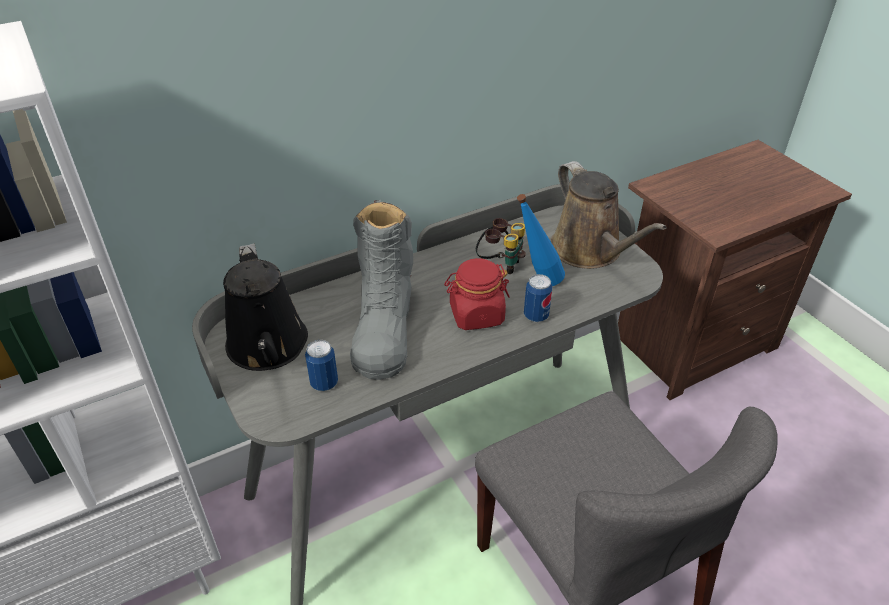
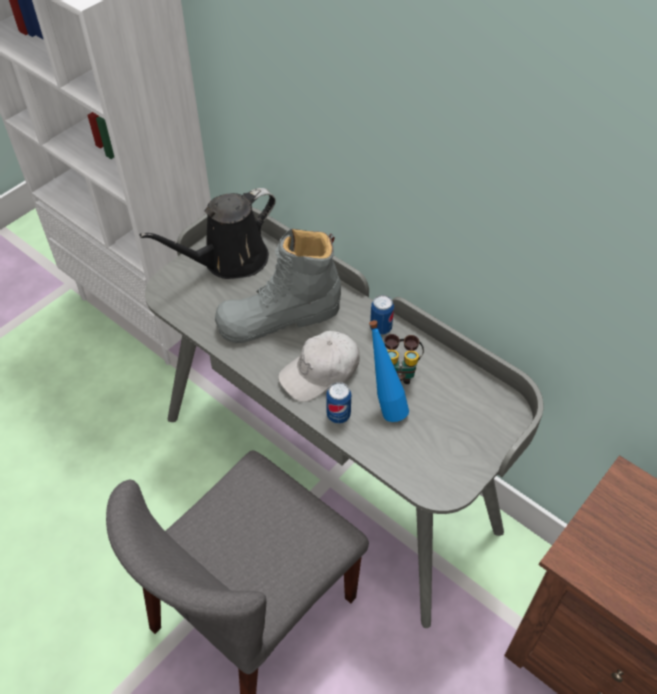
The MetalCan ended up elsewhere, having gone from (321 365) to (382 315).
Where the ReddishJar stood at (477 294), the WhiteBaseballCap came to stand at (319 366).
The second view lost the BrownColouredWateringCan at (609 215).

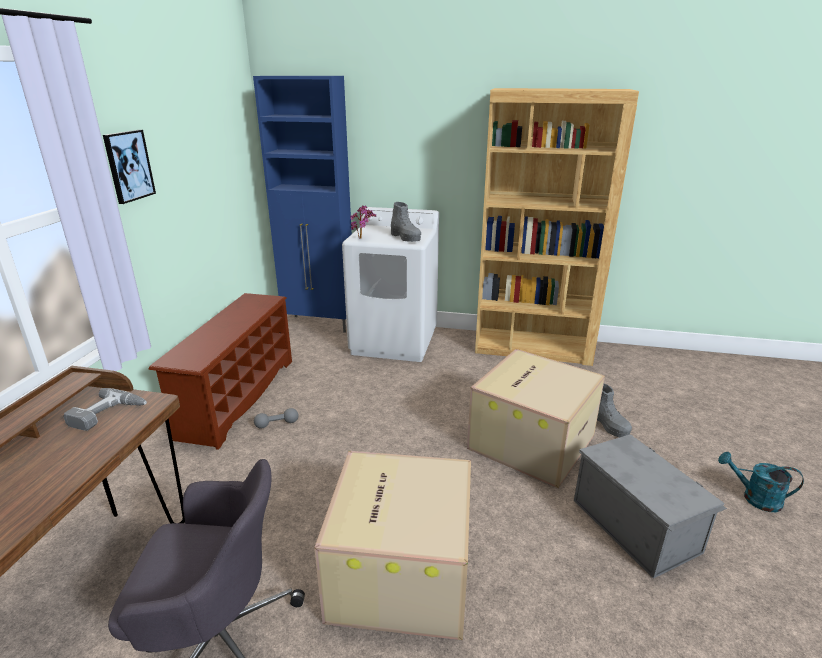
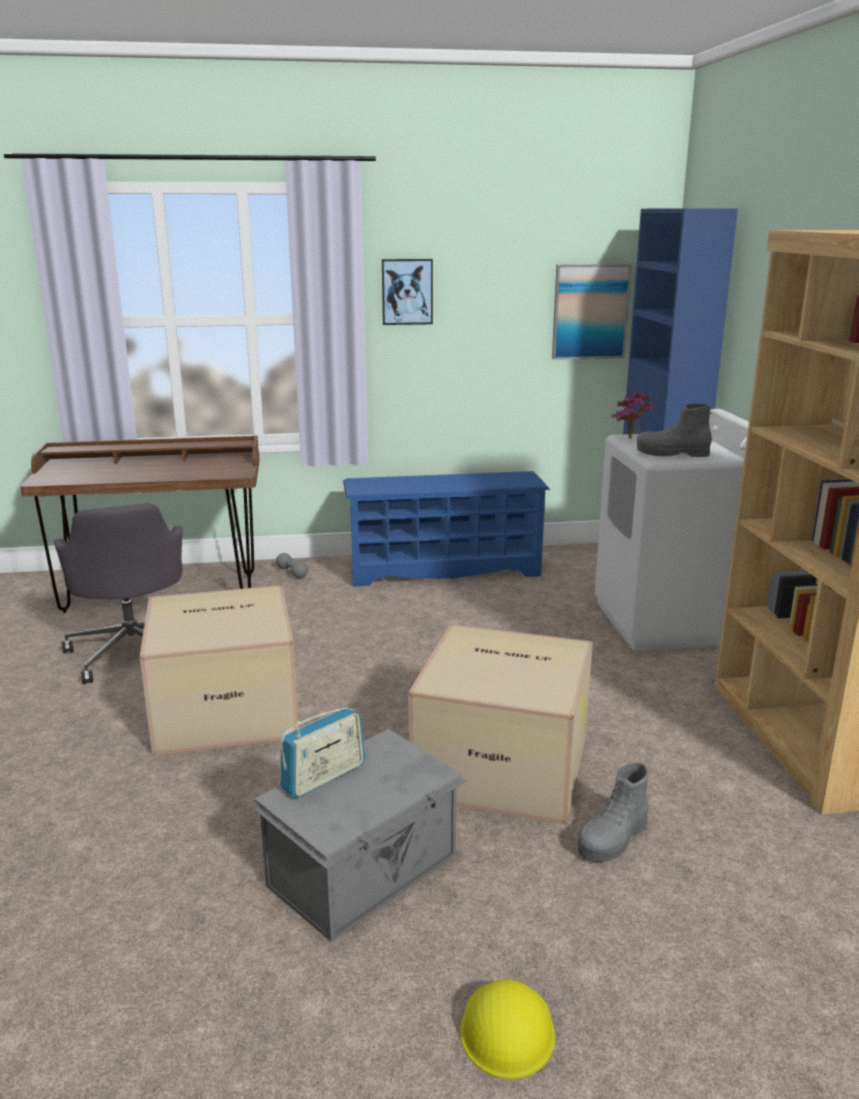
The second view lost the ElectricDrill at (105 409).
What was the BrownColouredShoeShelf at (220 371) turned into the BlueShoeShelf at (446 529).
The GreyishHandWeight ended up elsewhere, having gone from (276 418) to (292 565).
The GreyishBoot at (406 222) ended up facing another way, 60 degrees clockwise from before.
Where the BlueGreenWateringCan stood at (761 482), the YellowHardHat came to stand at (508 1029).
The second view gained the RadioSet at (322 752).
The second view gained the WallArt at (592 312).

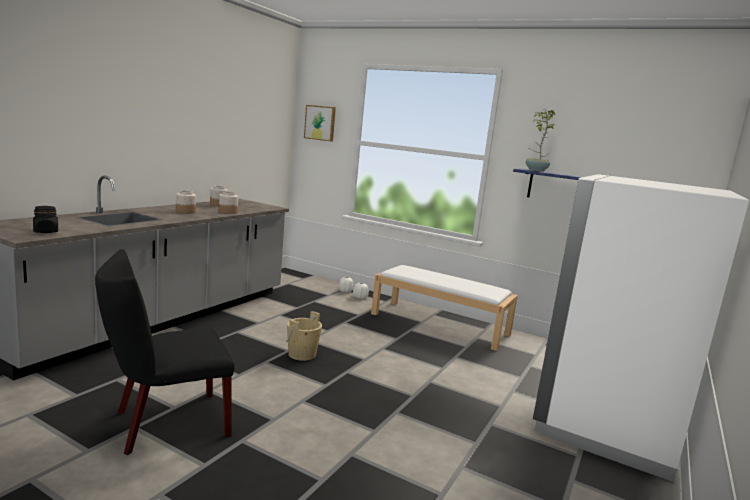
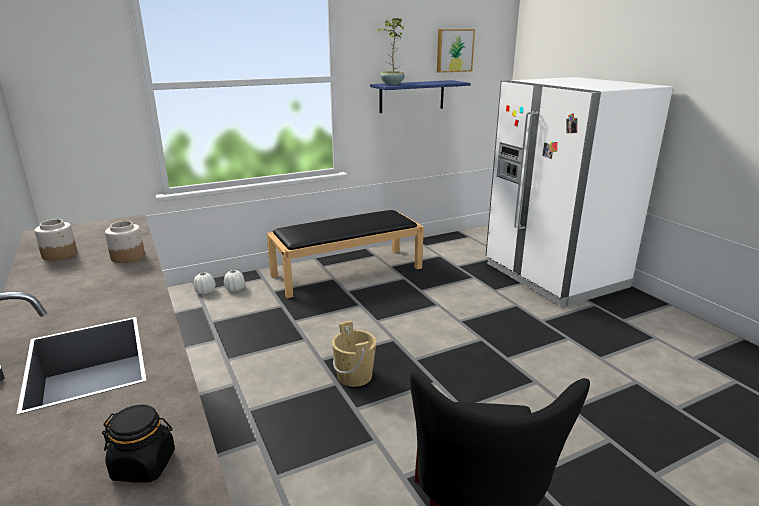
The second view lost the Jar at (186 202).
The WallArt ended up elsewhere, having gone from (320 123) to (456 51).
What was the WhiteIndoorBench at (444 308) turned into the BlackIndoorBench at (345 254).

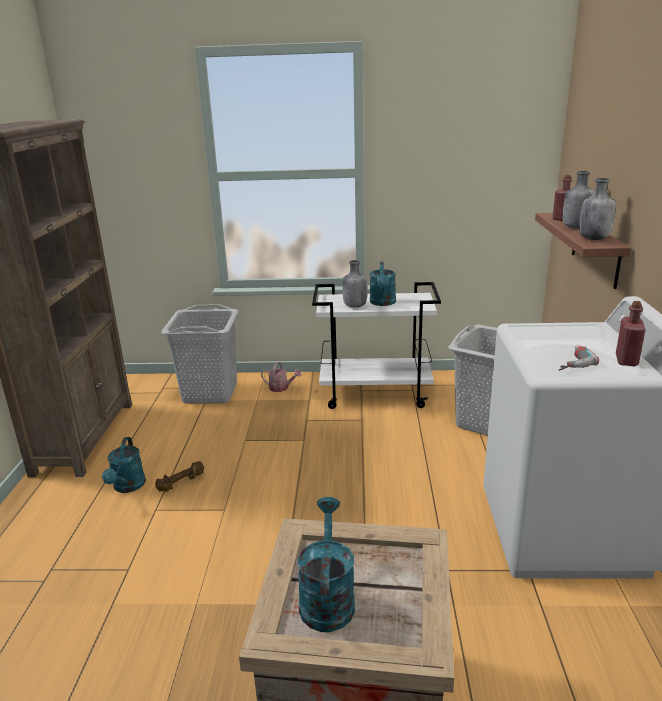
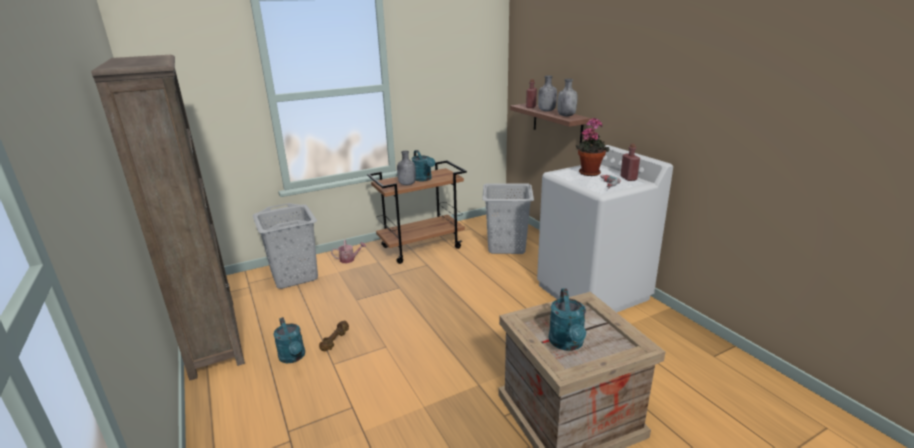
The BlueGreenWateringCan at (326 564) ended up facing another way, 150 degrees counterclockwise from before.
What was the WhiteTrolley at (376 345) turned into the BrownColouredTrolley at (417 212).
The second view gained the PottedPlant at (592 147).

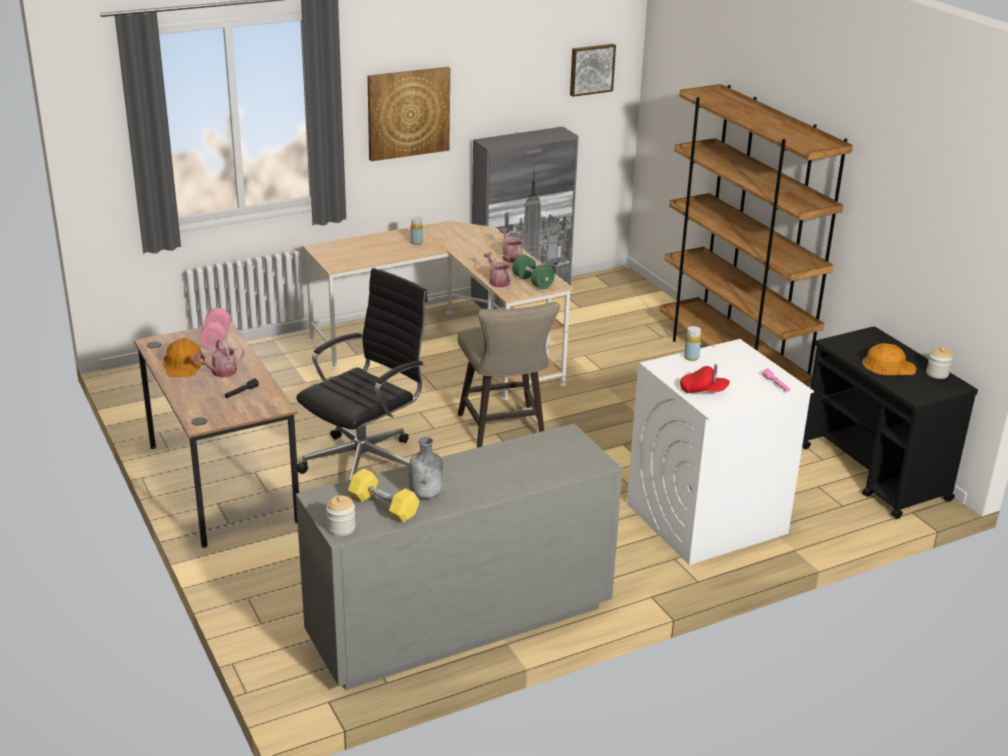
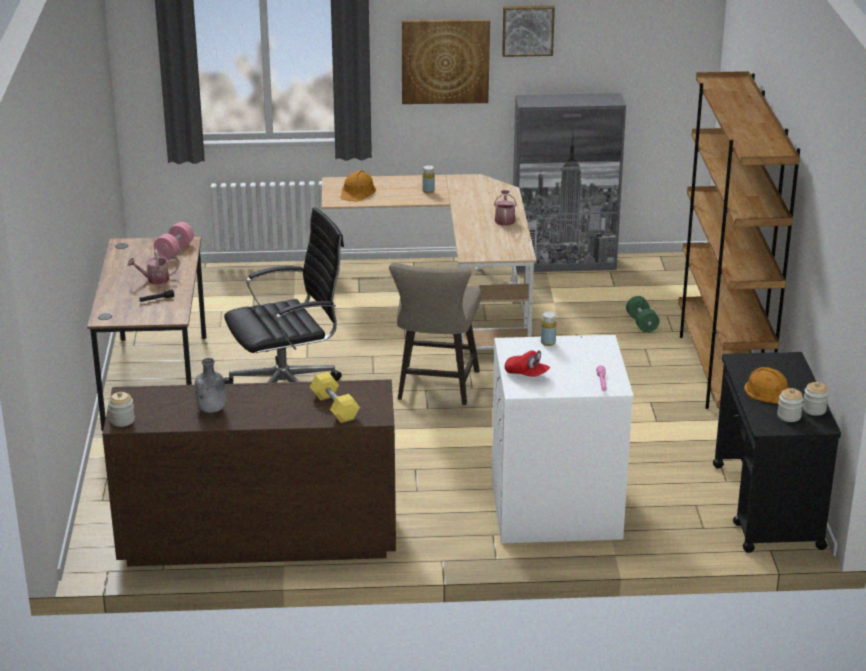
The OrangeHardHat ended up elsewhere, having gone from (184 357) to (358 186).
What was the GreyishDresser at (459 556) turned into the BrownColouredDresser at (249 472).
The YellowHandWeight ended up elsewhere, having gone from (384 496) to (335 397).
The second view lost the WateringCan at (498 270).
The GreenHandWeight ended up elsewhere, having gone from (533 272) to (643 314).
The WallArt ended up elsewhere, having gone from (593 70) to (528 31).
The second view gained the Jar at (790 405).

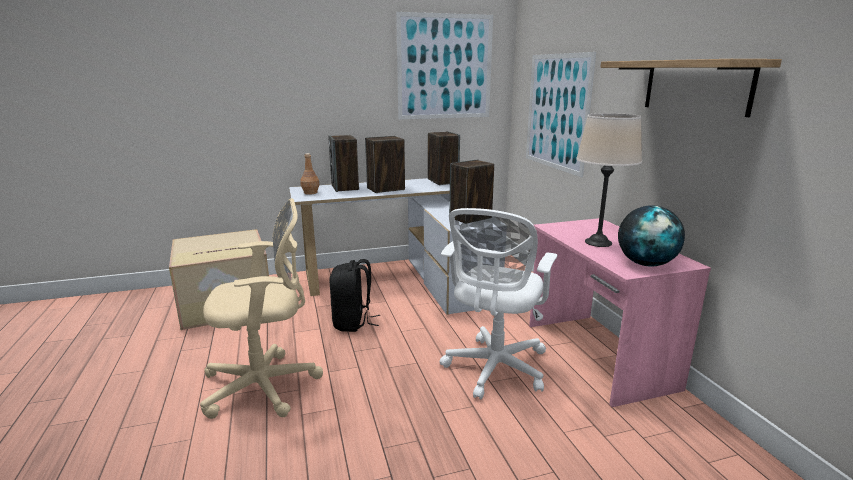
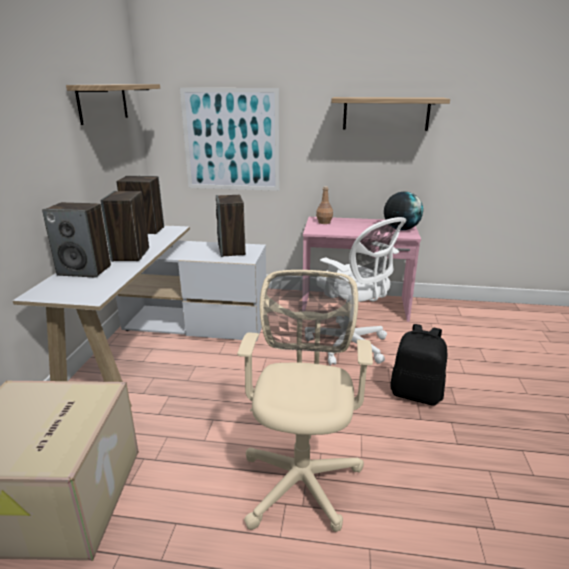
The BrownColouredDrinkBottle ended up elsewhere, having gone from (310 174) to (324 205).
The BlackBackpack ended up elsewhere, having gone from (354 295) to (419 365).
Where the WallArt hung at (444 66), the BracketShelf came to hang at (113 104).
The second view lost the BeigeColouredTableLamp at (609 180).

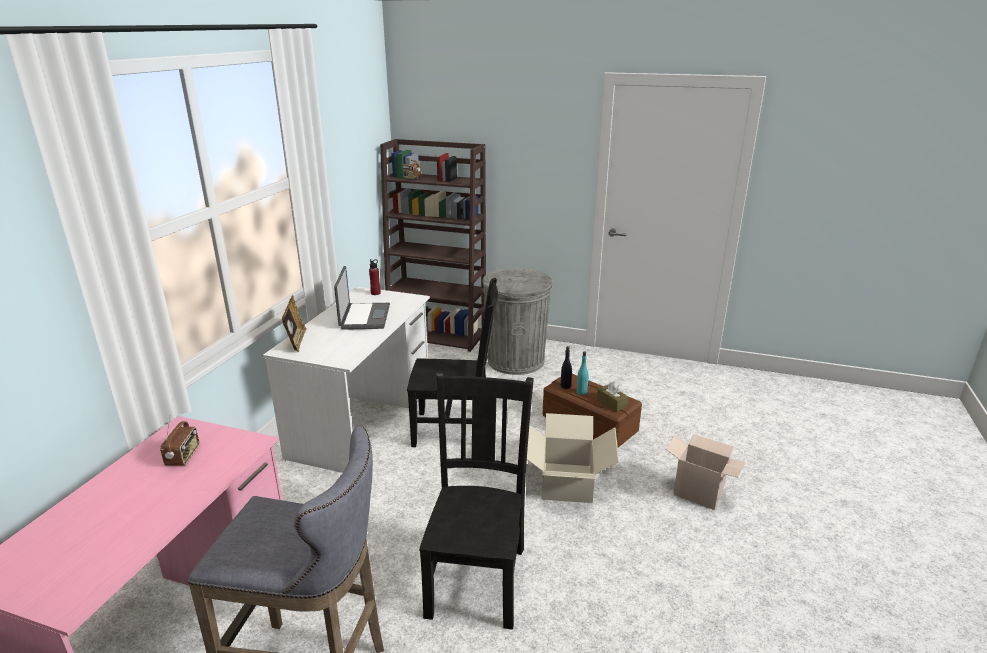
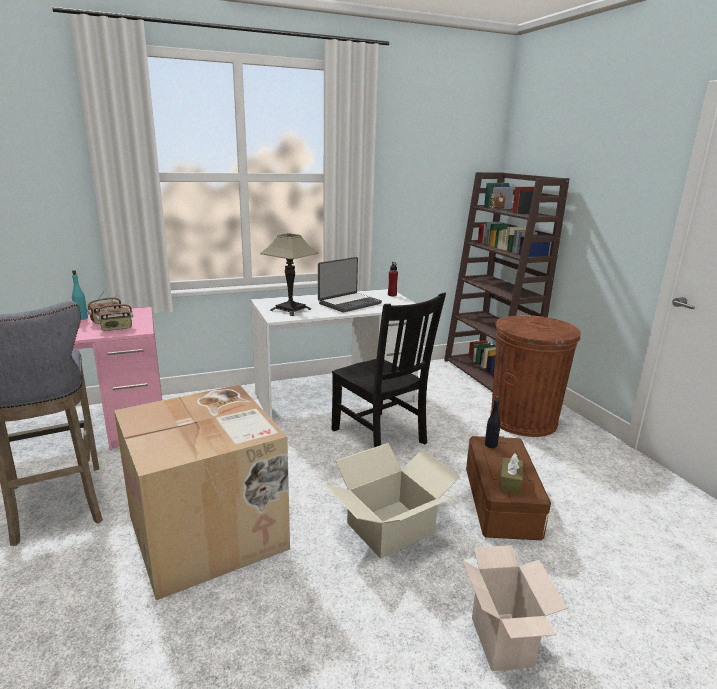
The second view lost the PhotoFrame at (294 323).
Where the BlackChair stood at (476 500), the PackingBox came to stand at (202 492).
What was the GreyishWasteBin at (517 321) turned into the BrownColouredWasteBin at (535 376).
The BlueGreenDrinkBottle ended up elsewhere, having gone from (583 373) to (80 295).
The second view gained the RadioSet at (114 312).
The second view gained the TableLamp at (289 274).

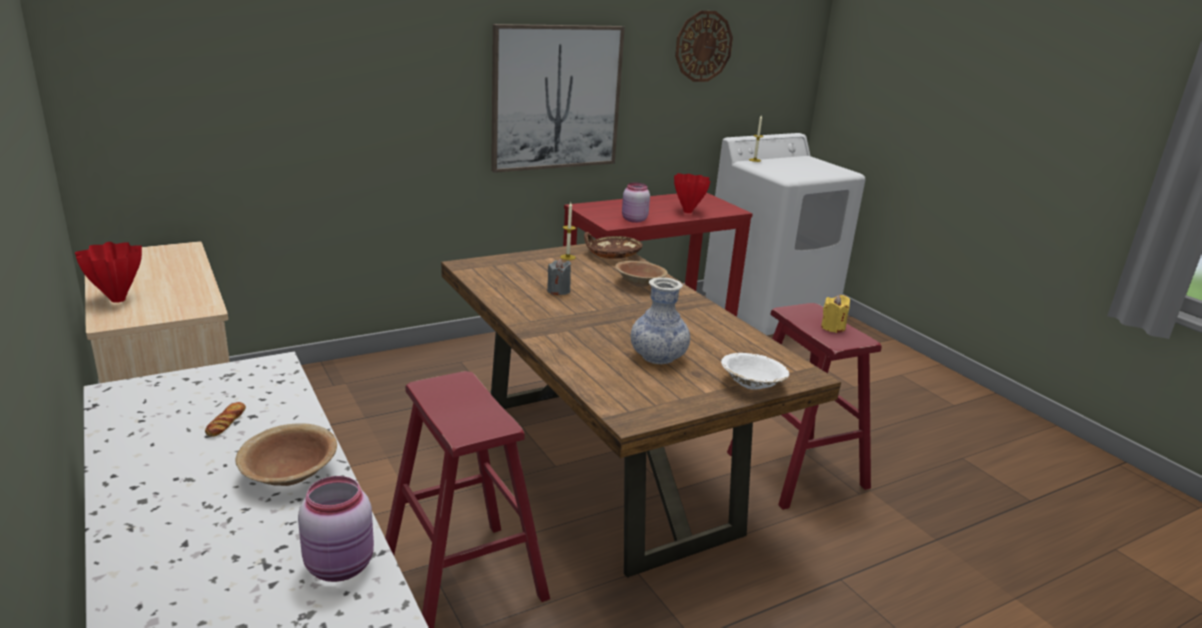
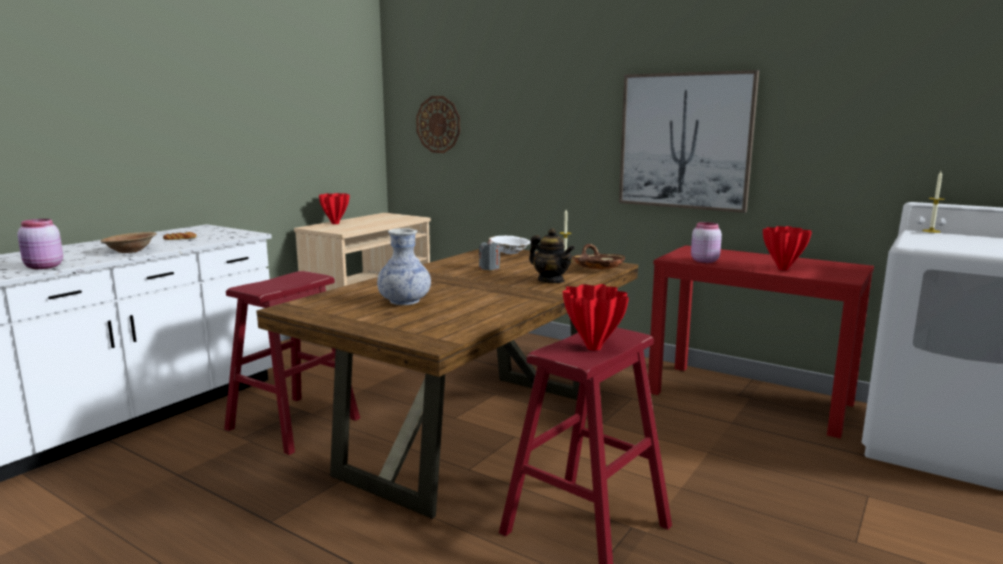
Where the BrownColouredBowl stood at (641 274), the Teapot came to stand at (552 255).
The ClockOnTheWall ended up elsewhere, having gone from (704 46) to (438 124).
The WhiteBowl ended up elsewhere, having gone from (755 371) to (510 245).
Where the YellowCandle stood at (835 314), the ReddishDecorativeVase came to stand at (596 317).

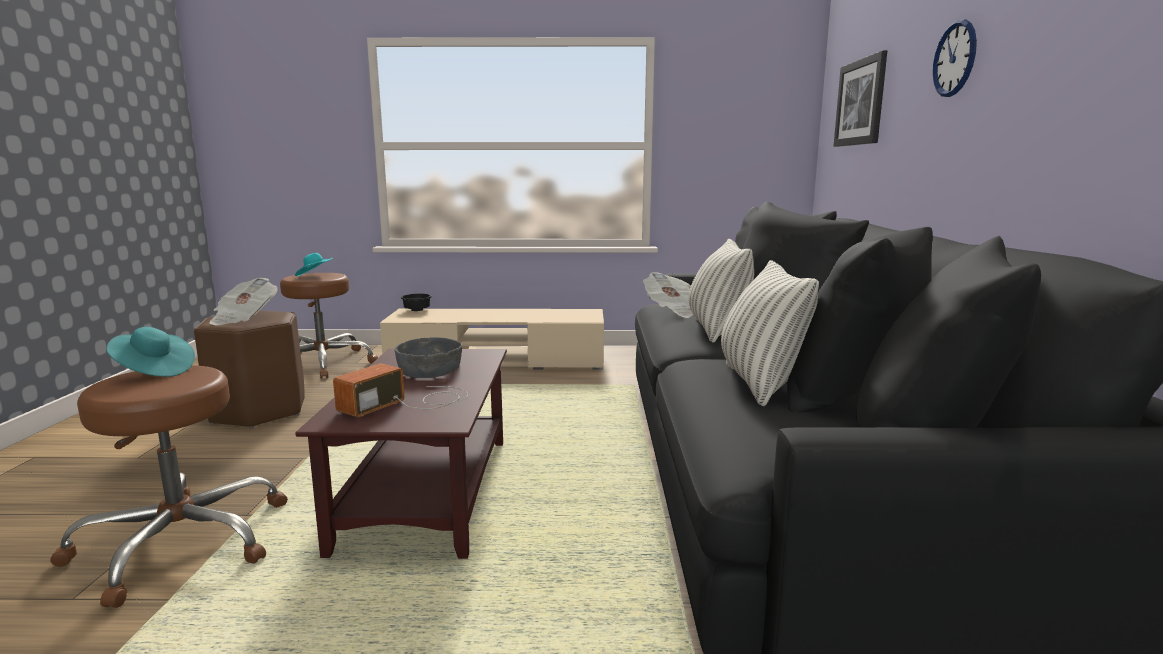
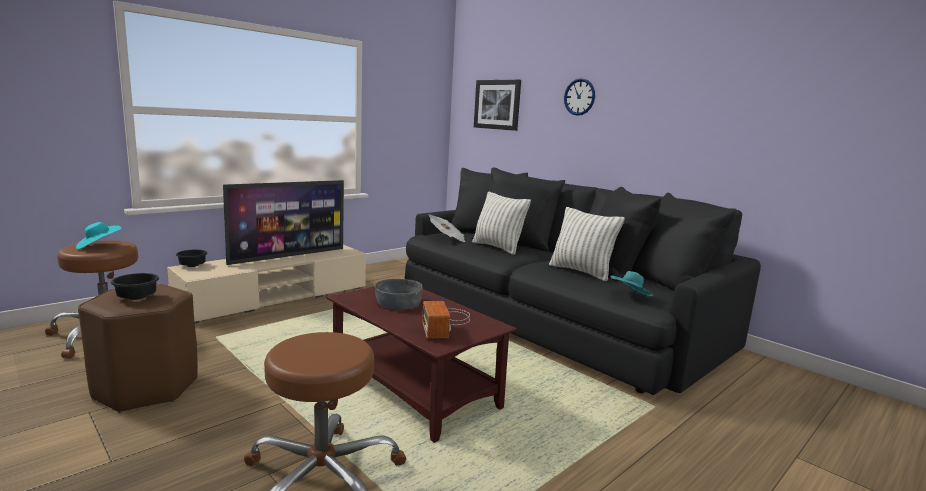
The BlueGreenWearableHat ended up elsewhere, having gone from (150 352) to (631 283).
Where the Newspaper stood at (243 301), the BlackBowl came to stand at (135 286).
The second view gained the TvSet at (283 222).

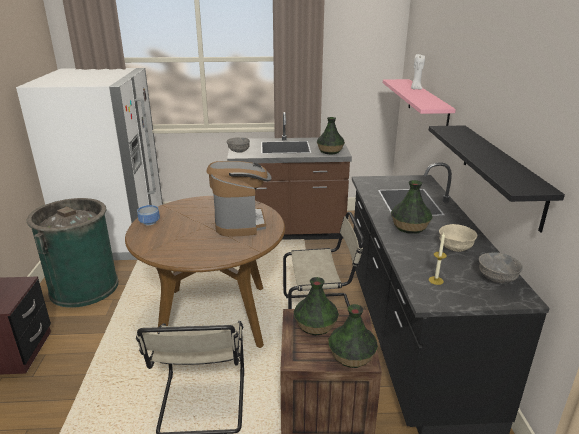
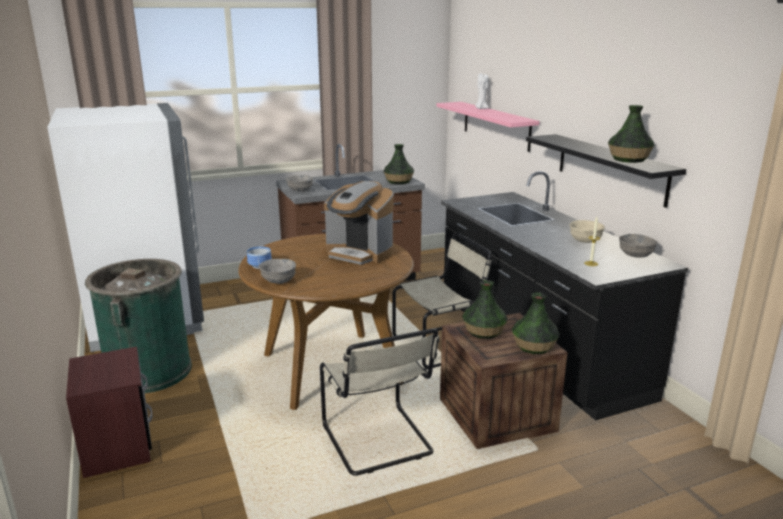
The CoffeeBrewer at (239 199) ended up facing another way, 150 degrees clockwise from before.
The DecorativeVase ended up elsewhere, having gone from (412 207) to (631 134).
The second view gained the GreyishBowl at (277 271).

